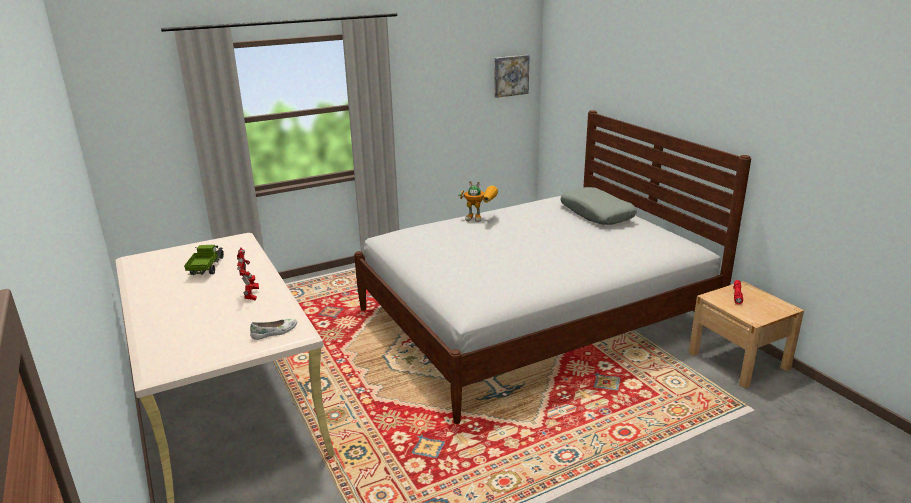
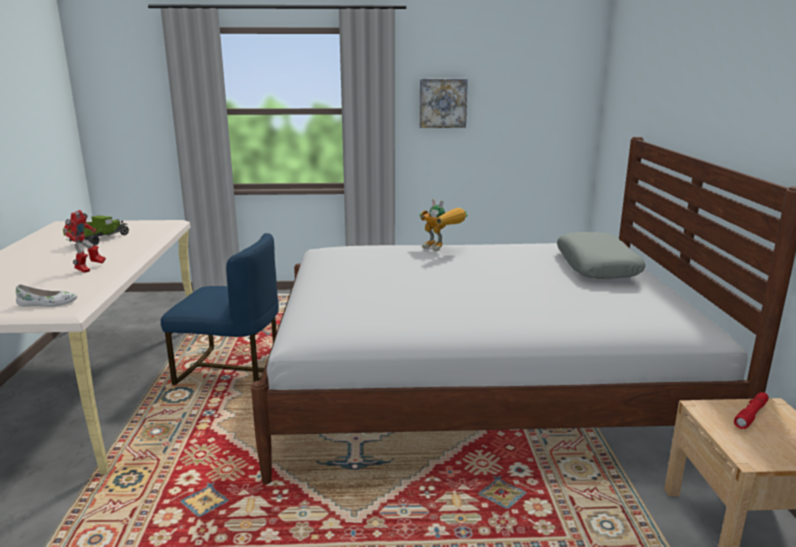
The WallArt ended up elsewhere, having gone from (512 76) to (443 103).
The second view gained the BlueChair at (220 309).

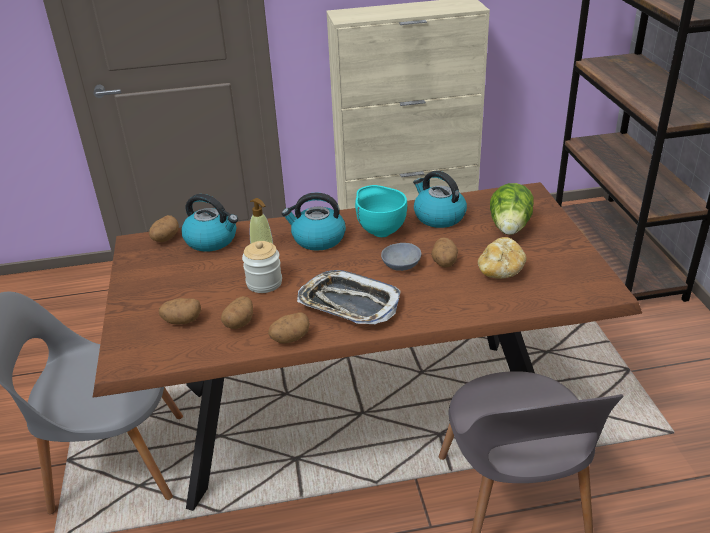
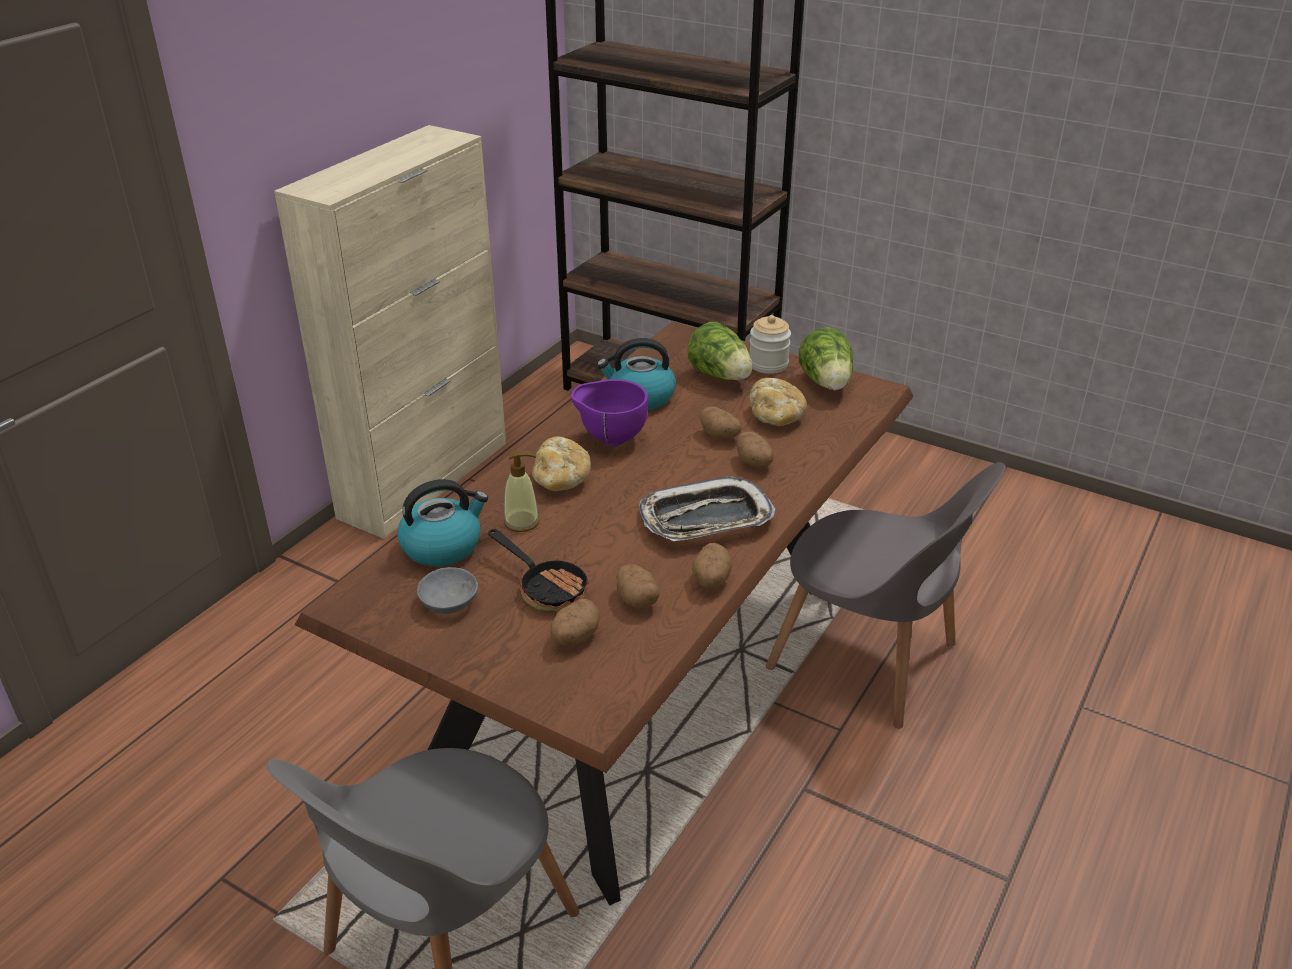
The WholePotato ended up elsewhere, having gone from (164 228) to (755 449).
The Jar ended up elsewhere, having gone from (262 267) to (770 344).
Where the Kettle stood at (314 222), the BakeryBread came to stand at (561 463).
What was the BlueGreenBowl at (381 211) turned into the PurpleColouredBowl at (609 412).
The GreyishBowl ended up elsewhere, having gone from (401 257) to (447 590).
The second view gained the Pan at (539 570).
The second view gained the HeadOfLettuce at (826 358).

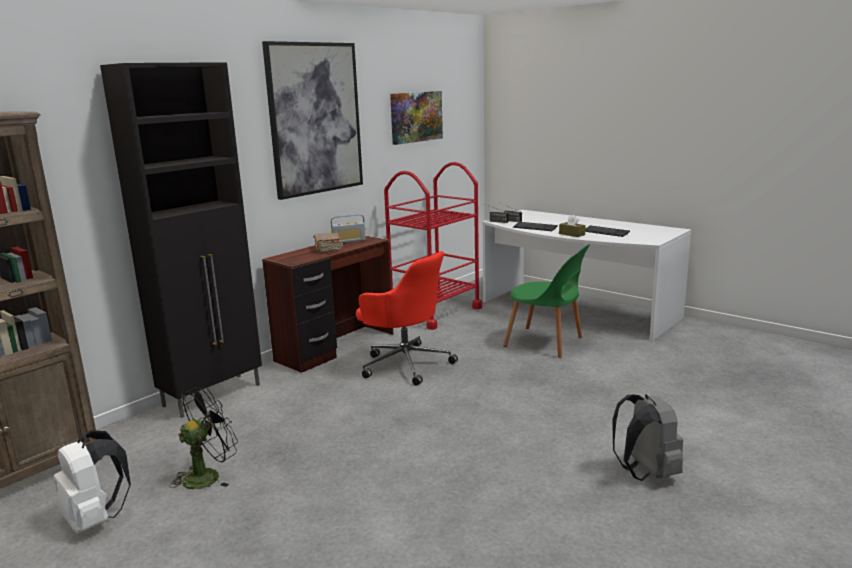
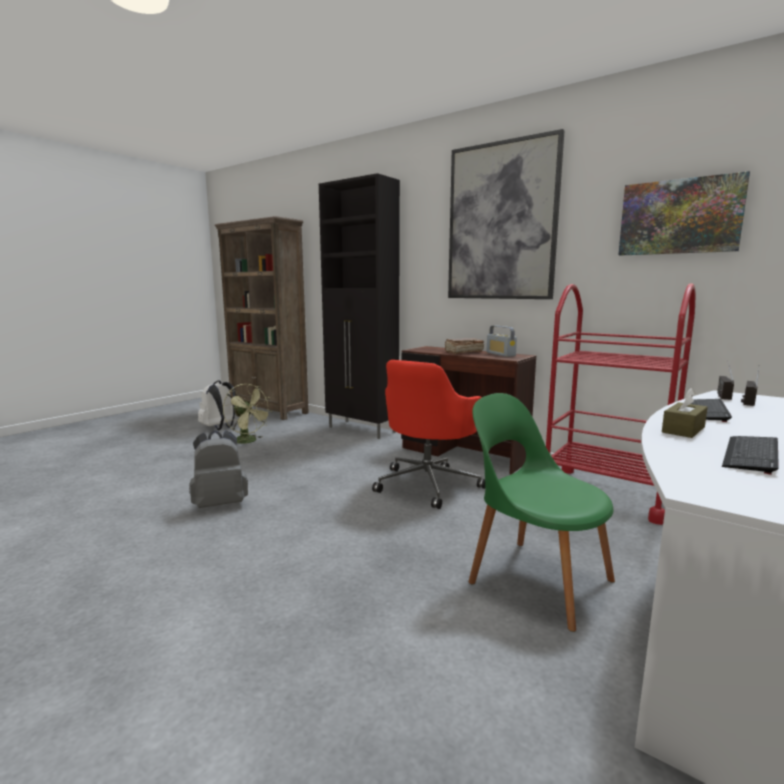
What was the BlackFan at (203 438) turned into the GreenFan at (247 414).
The GreenChair at (546 301) ended up facing another way, 105 degrees clockwise from before.
The GreyishBackpack ended up elsewhere, having gone from (647 437) to (218 469).

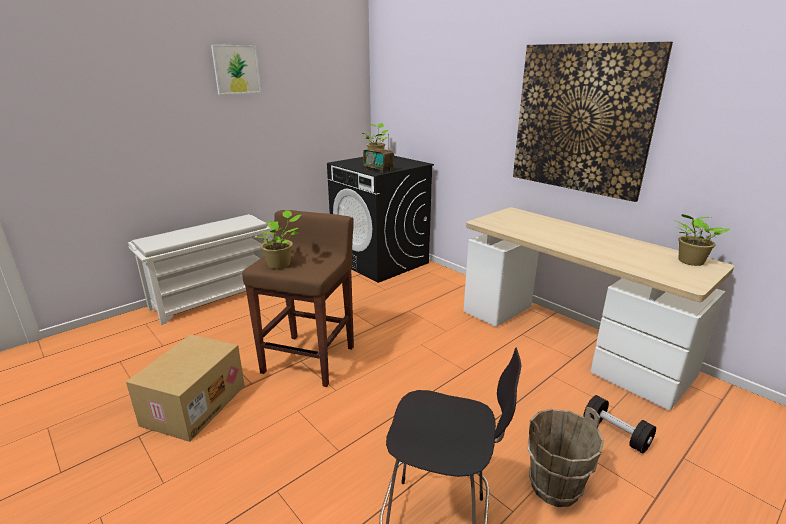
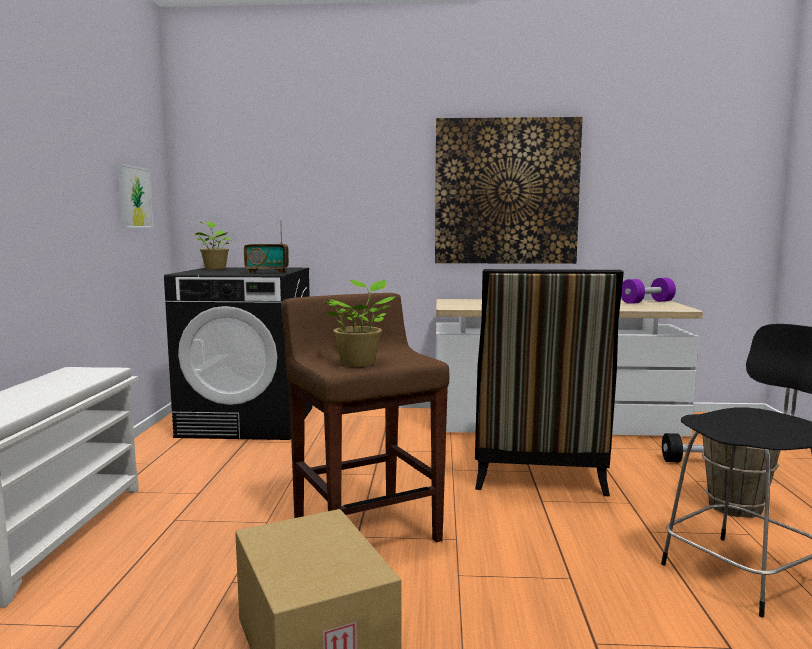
The WallArt ended up elsewhere, having gone from (236 70) to (135 196).
Where the PottedPlant stood at (701 240), the PurpleColouredHandWeight came to stand at (648 291).
The second view gained the Chair at (549 382).

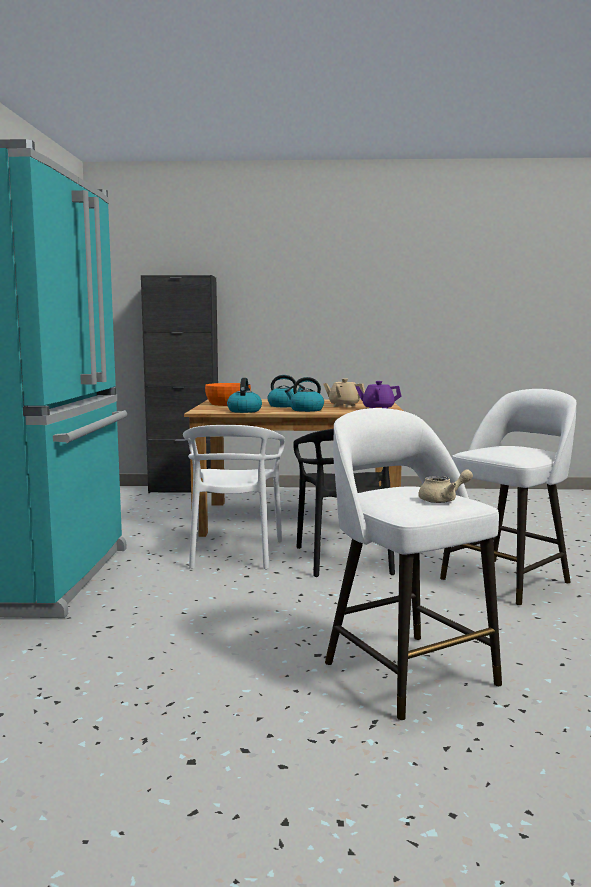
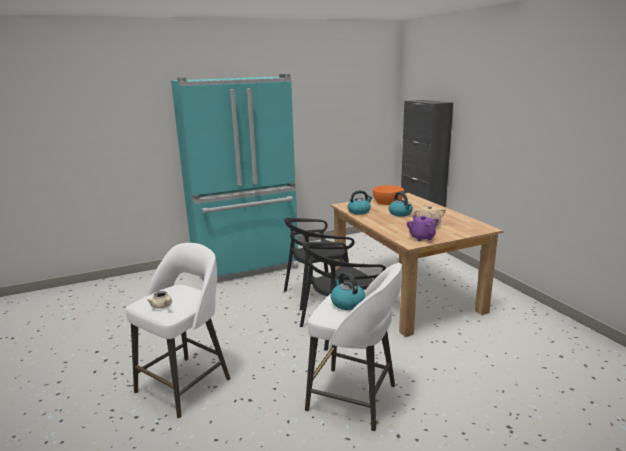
What was the WhiteChair at (234 497) turned into the BlackChair at (319 263).
The Kettle ended up elsewhere, having gone from (304 394) to (348 291).

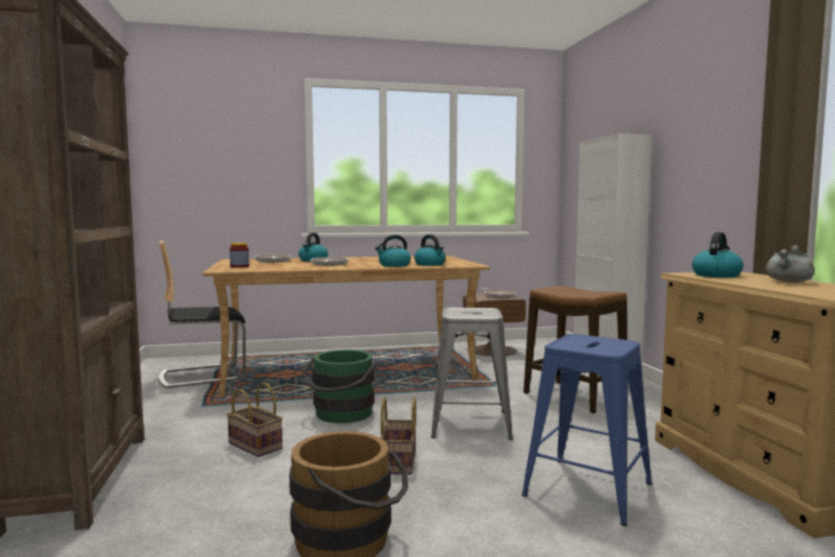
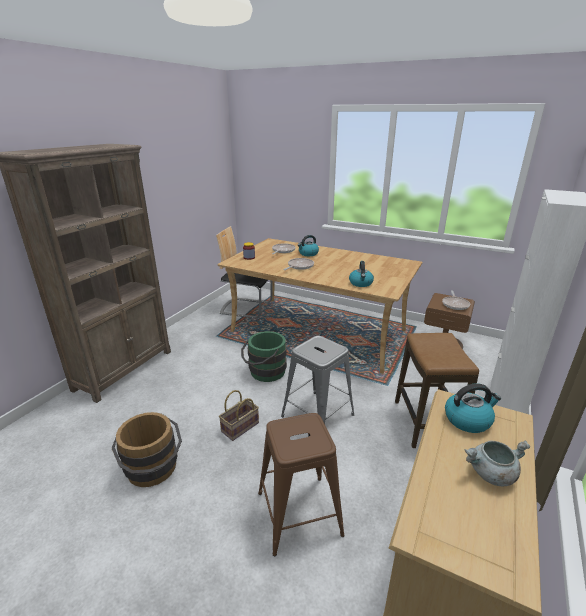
The second view lost the HouseholdBasket at (255 419).
The second view lost the Kettle at (393 251).
What was the BlueSittingStool at (587 430) turned into the BrownColouredSittingStool at (301 484).

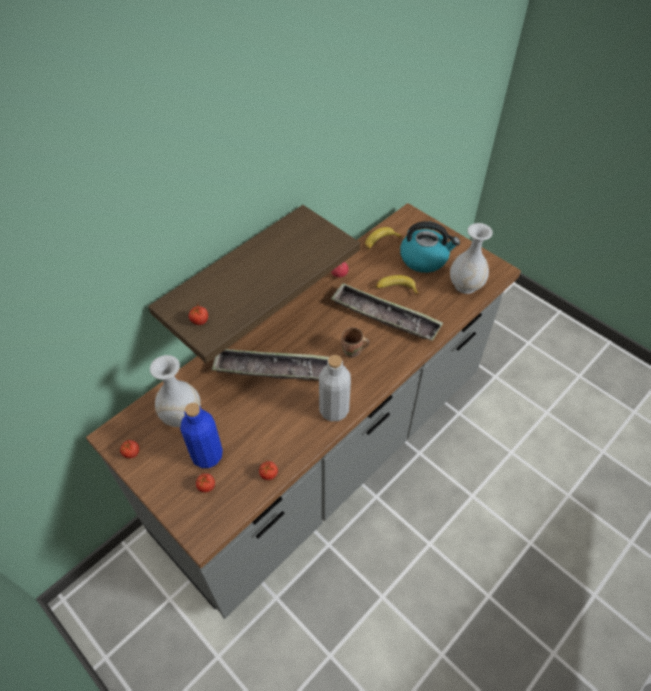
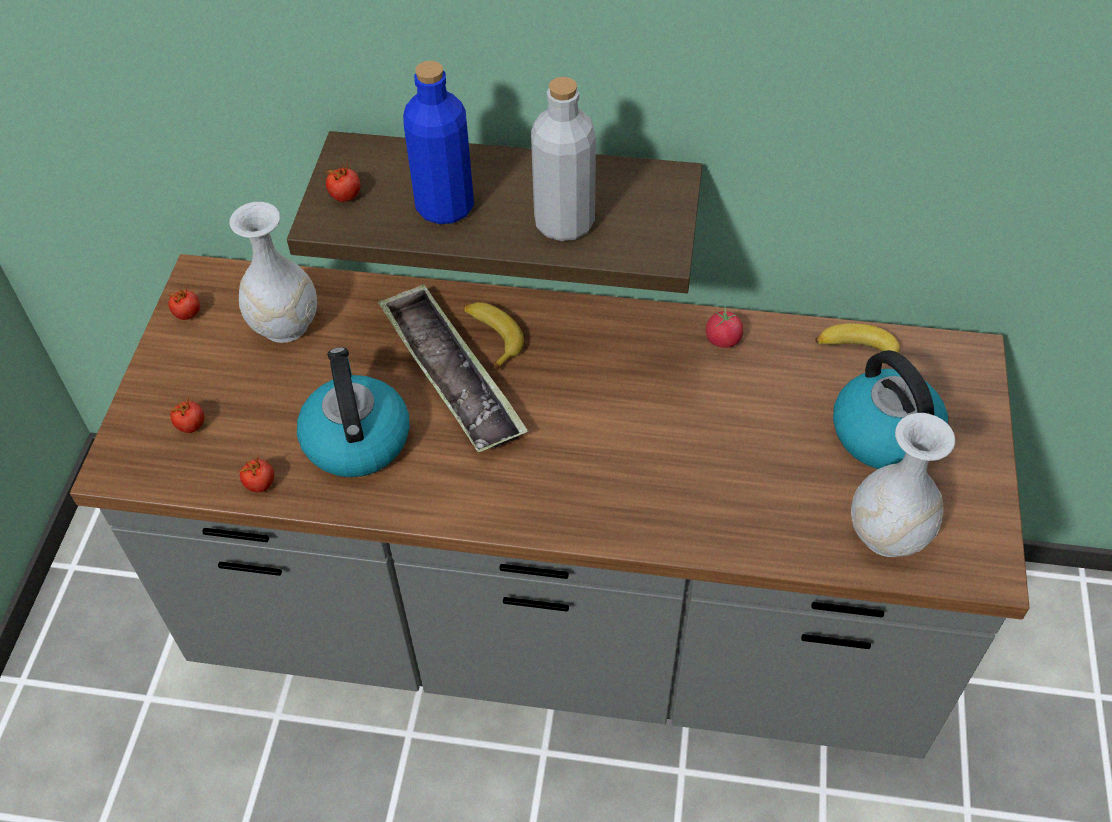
The BlueDrinkBottle ended up elsewhere, having gone from (201 435) to (438 142).
The GreyishDrinkBottle ended up elsewhere, having gone from (335 388) to (563 159).
The second view lost the Tray at (387 312).
The second view lost the BrownColouredTeaMug at (355 342).
The WholeBanana ended up elsewhere, having gone from (397 285) to (494 336).
The second view gained the Kettle at (353 412).

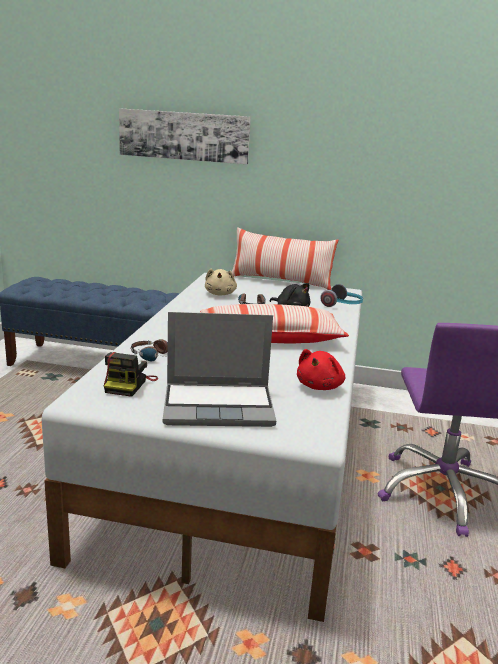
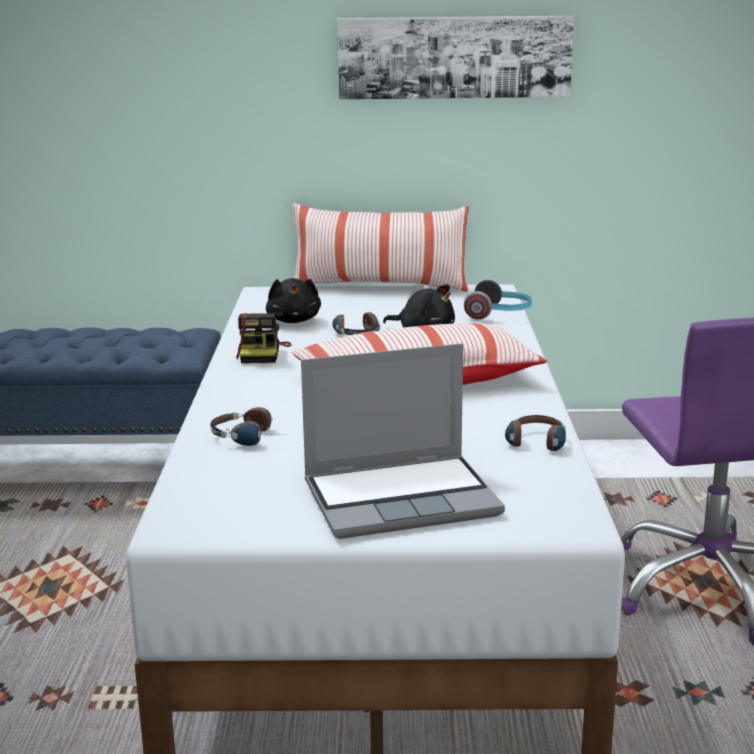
The PhotoCamera ended up elsewhere, having gone from (131 374) to (263 338).
The WallArt ended up elsewhere, having gone from (185 136) to (455 58).
What was the BeigeColouredPlushToy at (221 282) turned into the BlackPlushToy at (293 300).
Where the ReddishPlushToy stood at (321 369), the PairOfHeadphones came to stand at (535 433).

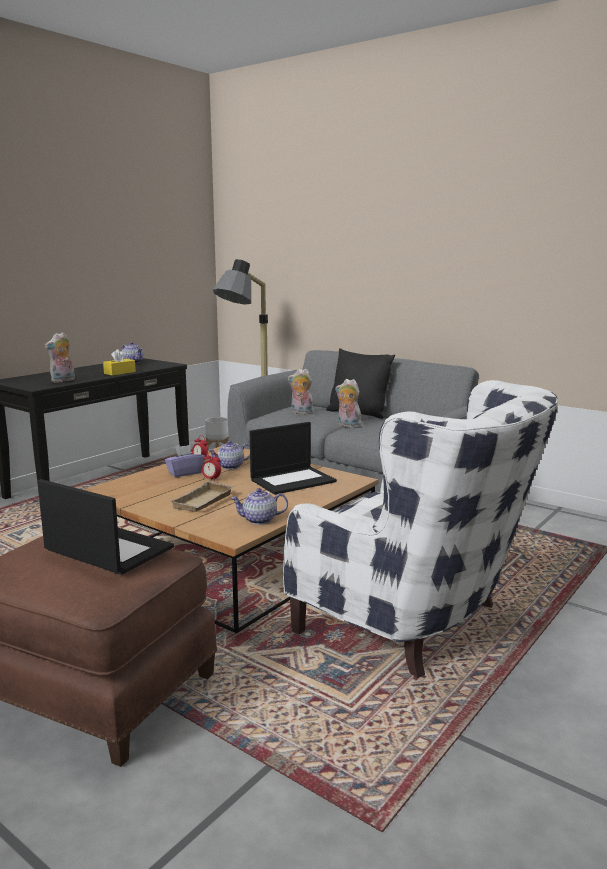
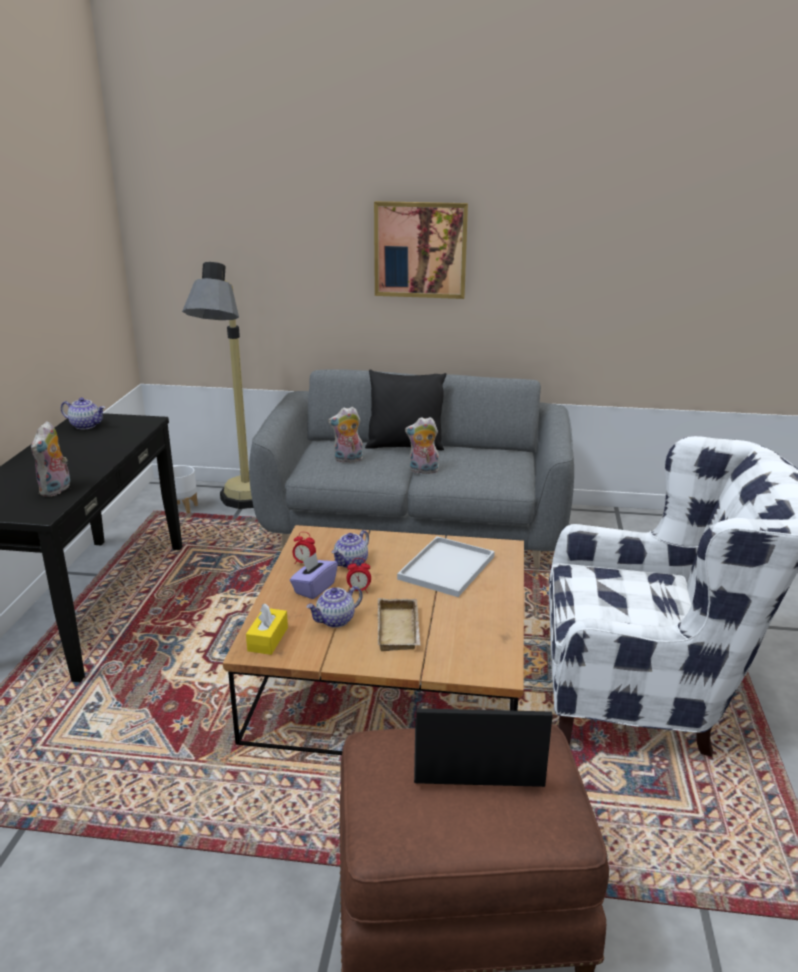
The YellowTissueHolder ended up elsewhere, having gone from (119 362) to (267 629).
The Teapot ended up elsewhere, having gone from (259 506) to (334 607).
Where the Laptop stood at (293 458), the WhiteTray came to stand at (446 566).
The second view gained the WallArt at (421 250).

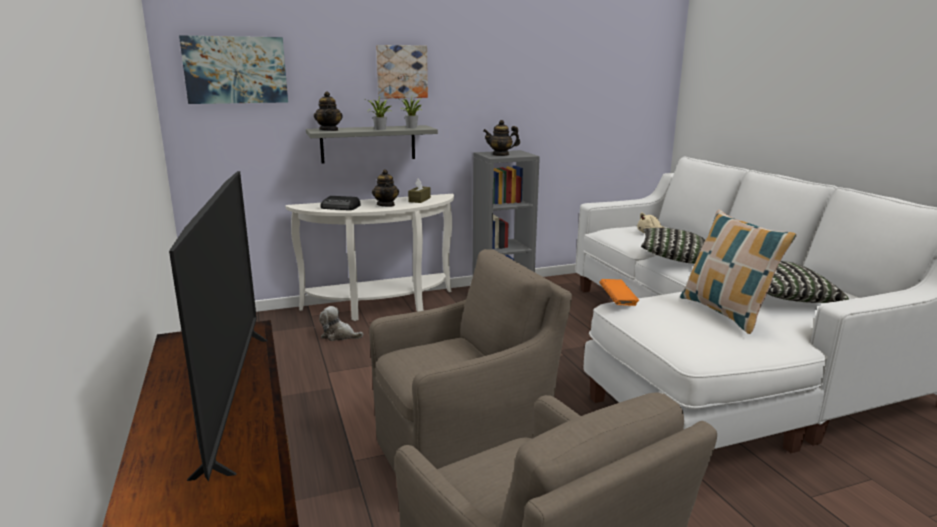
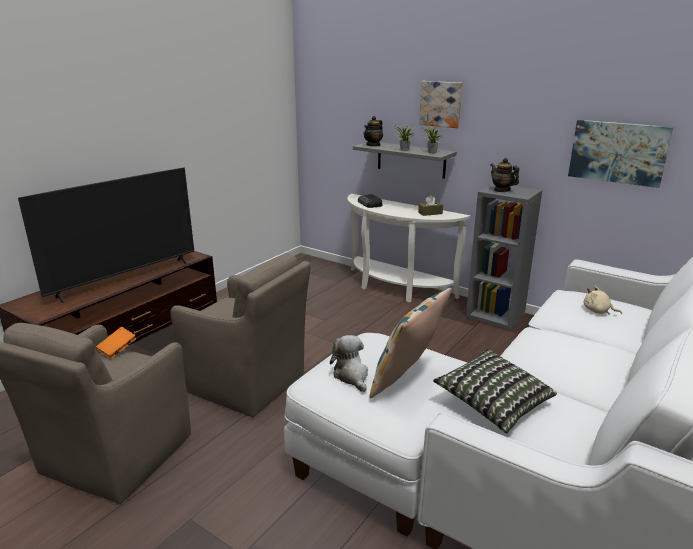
The WallArt ended up elsewhere, having gone from (233 69) to (620 154).
The PlushToy ended up elsewhere, having gone from (341 323) to (349 363).
The second view lost the Teapot at (385 188).
The OrangeBoundBook ended up elsewhere, having gone from (619 292) to (116 343).
The second view lost the Pillow at (673 246).

